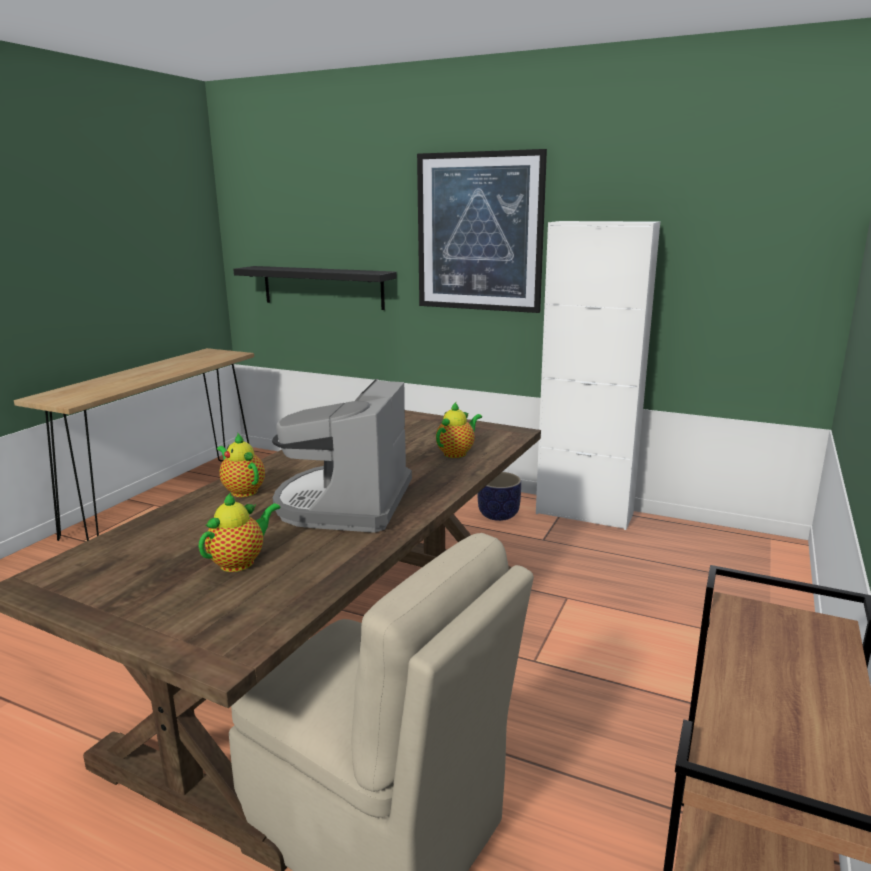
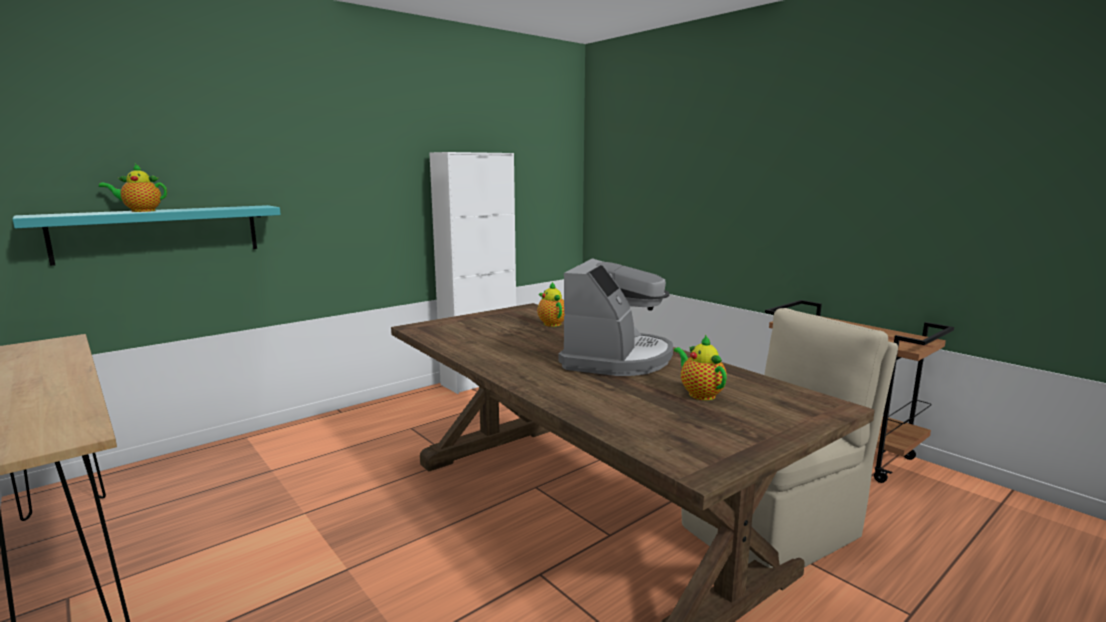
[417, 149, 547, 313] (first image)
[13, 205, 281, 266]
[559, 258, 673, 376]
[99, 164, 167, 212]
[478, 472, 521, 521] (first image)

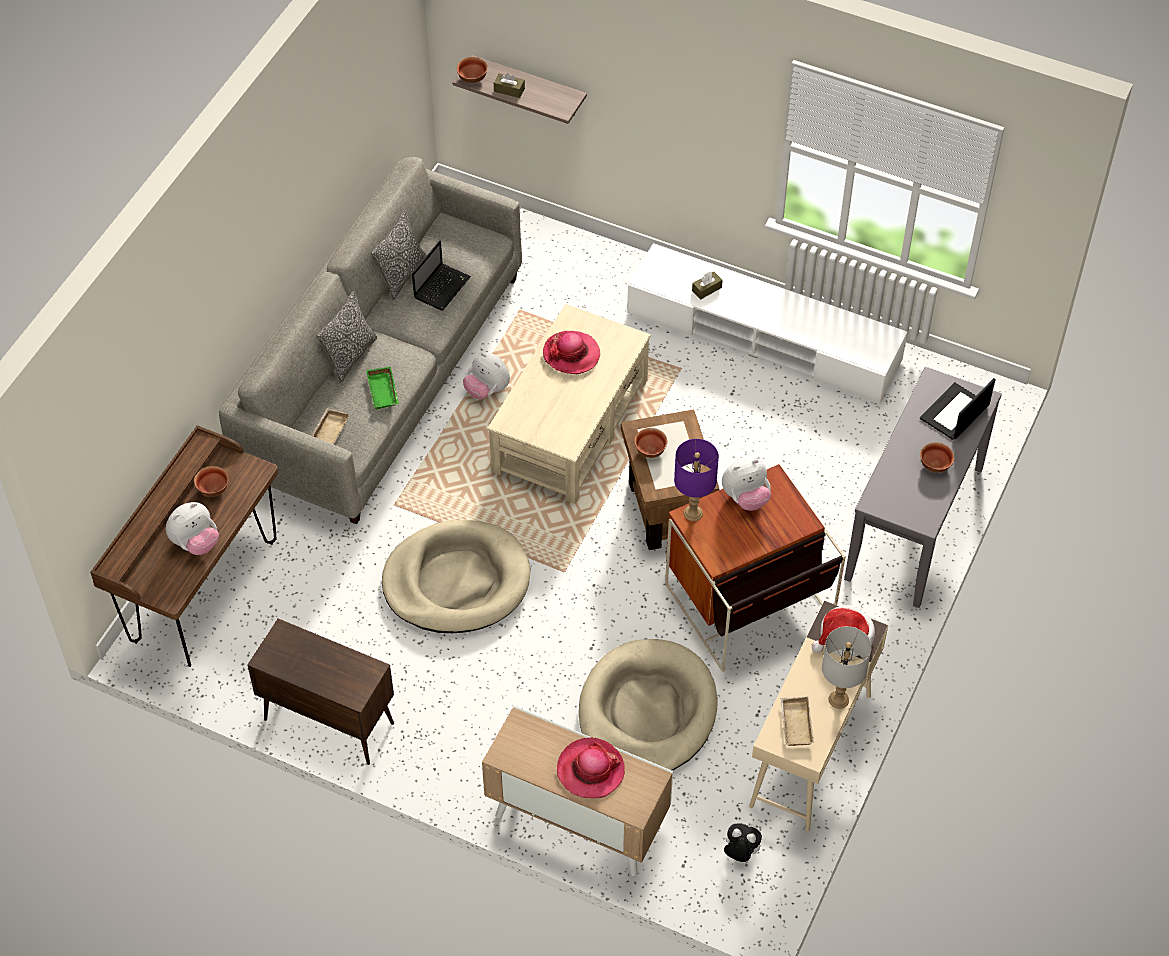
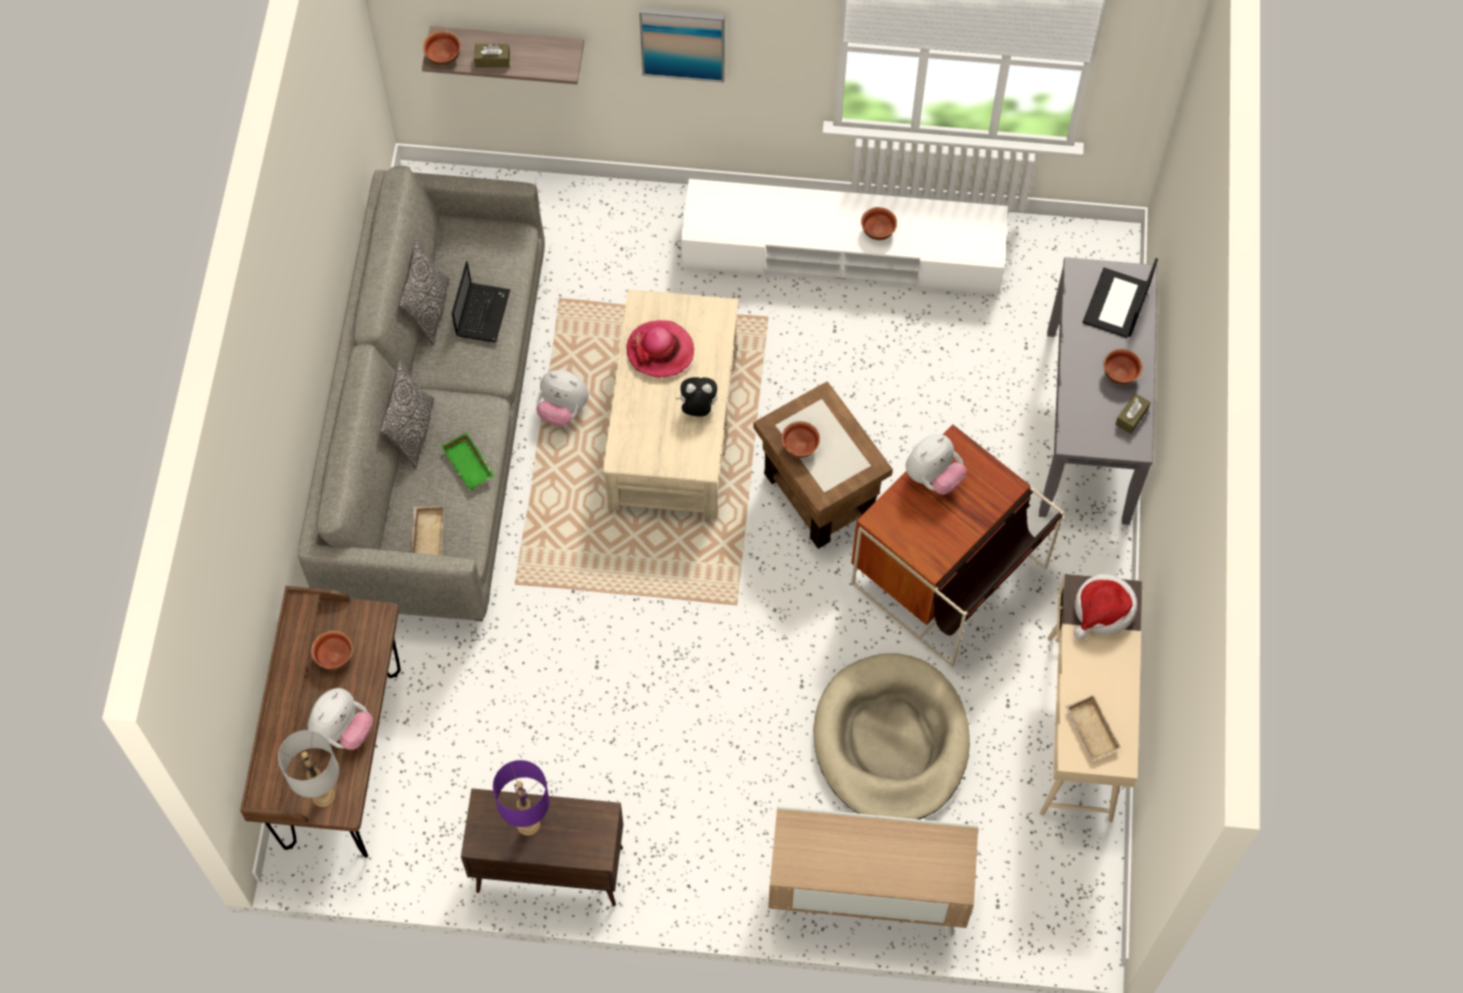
[1115, 393, 1151, 434]
[493, 760, 549, 836]
[382, 520, 531, 633] (first image)
[278, 730, 339, 807]
[557, 737, 625, 798] (first image)
[676, 377, 718, 416]
[639, 7, 725, 83]
[861, 207, 897, 240]

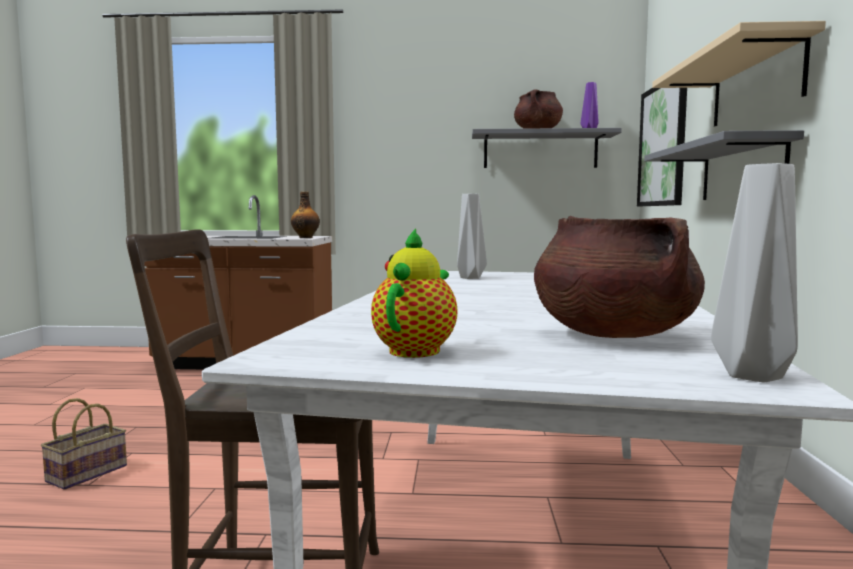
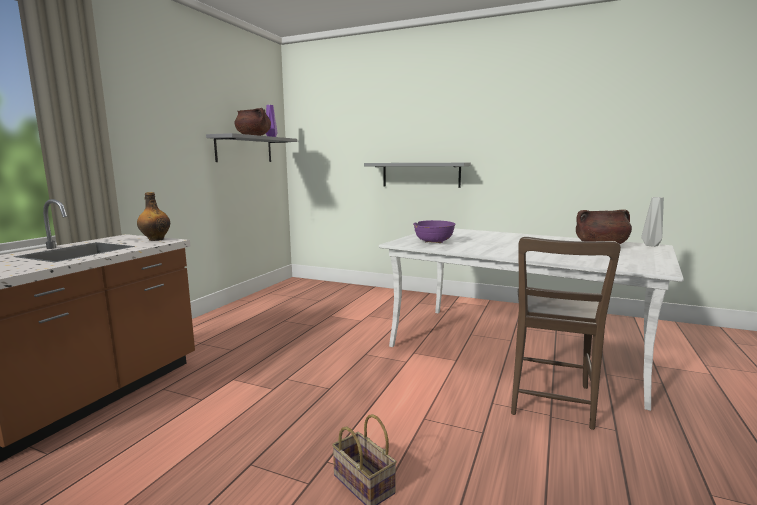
[652, 21, 826, 126] (first image)
[637, 88, 687, 206] (first image)
[413, 220, 456, 243]
[371, 228, 458, 358] (first image)

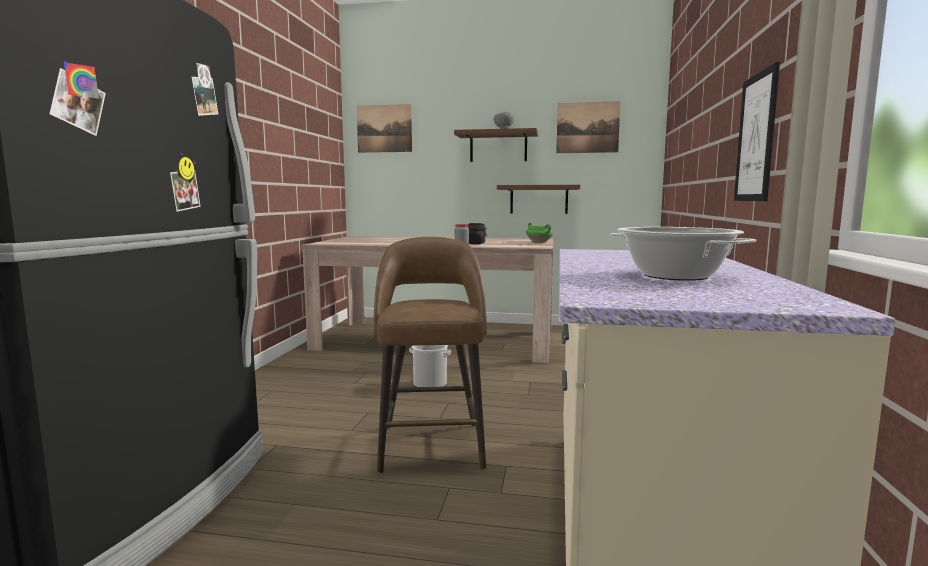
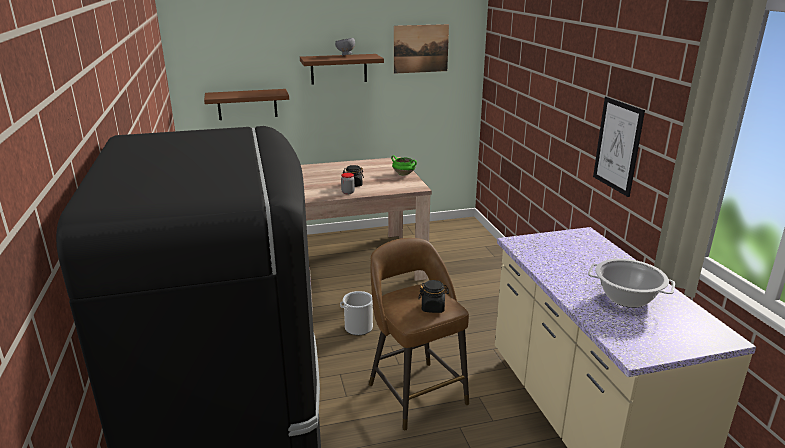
[357, 104, 412, 153] (first image)
[204, 89, 289, 120]
[419, 280, 449, 313]

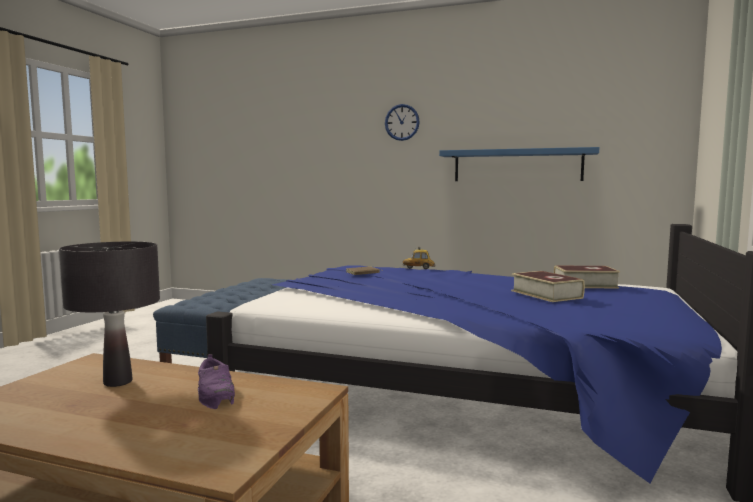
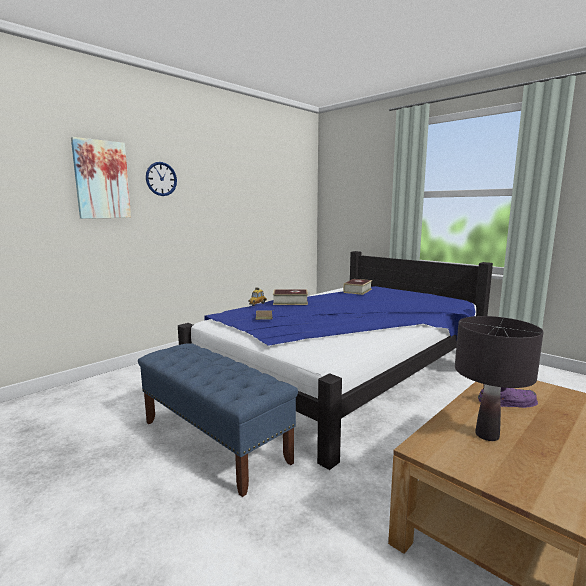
[439, 147, 599, 181] (first image)
[273, 289, 308, 305]
[71, 137, 131, 219]

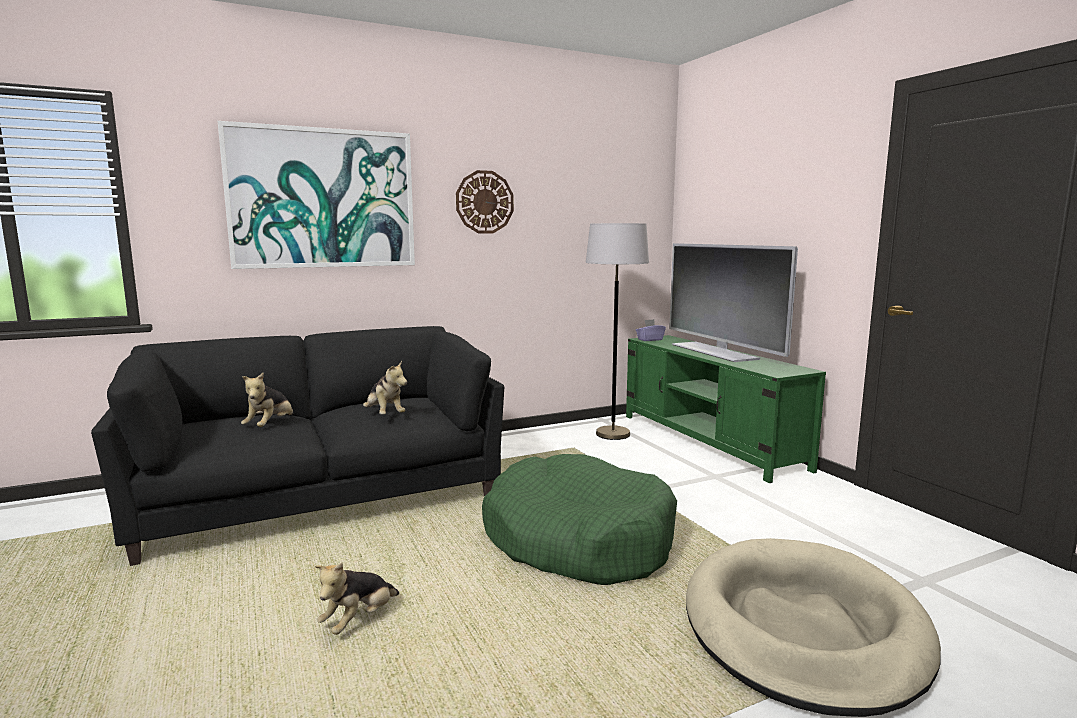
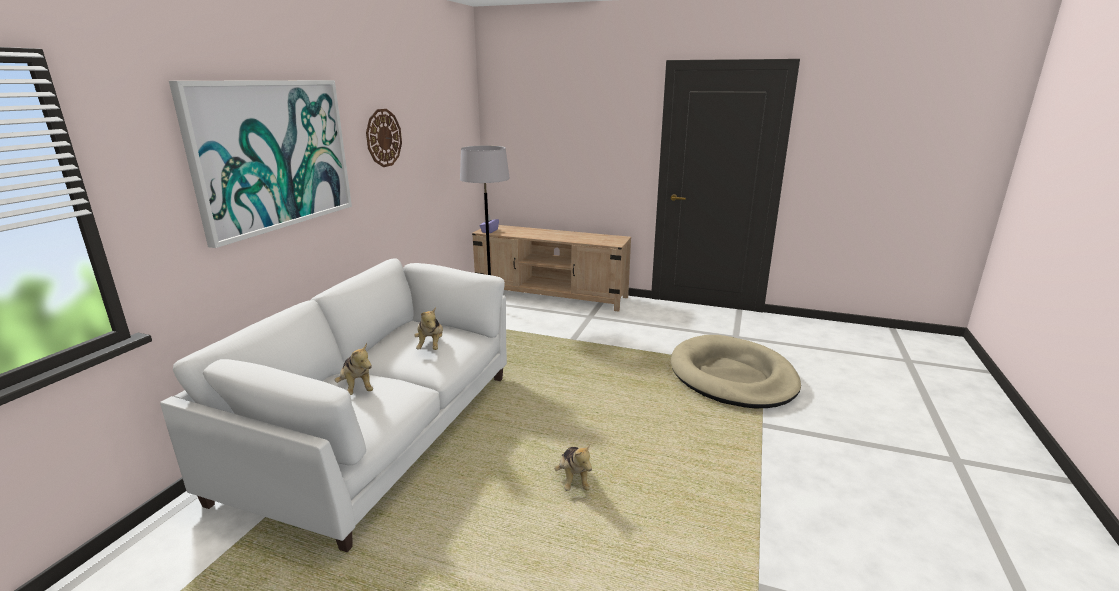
[669, 243, 798, 362] (first image)
[160, 258, 507, 552]
[472, 225, 631, 312]
[414, 307, 443, 350]
[482, 454, 677, 585] (first image)

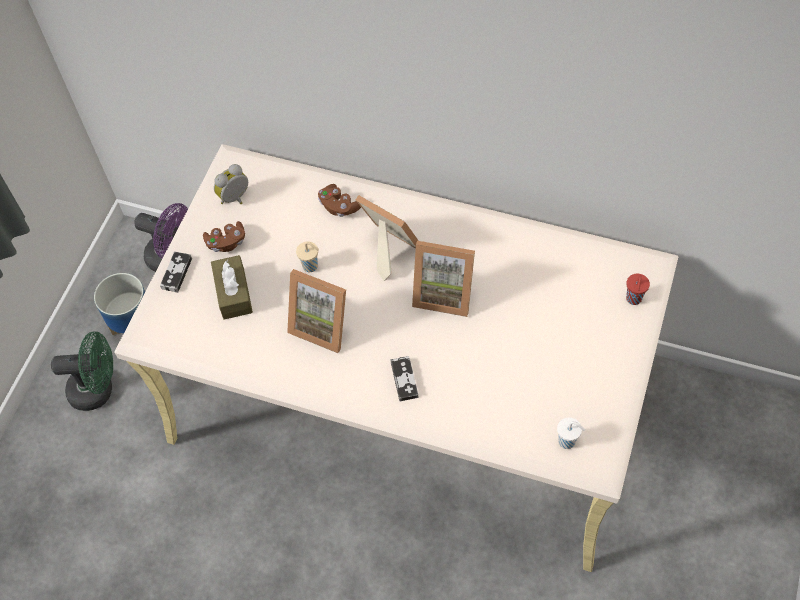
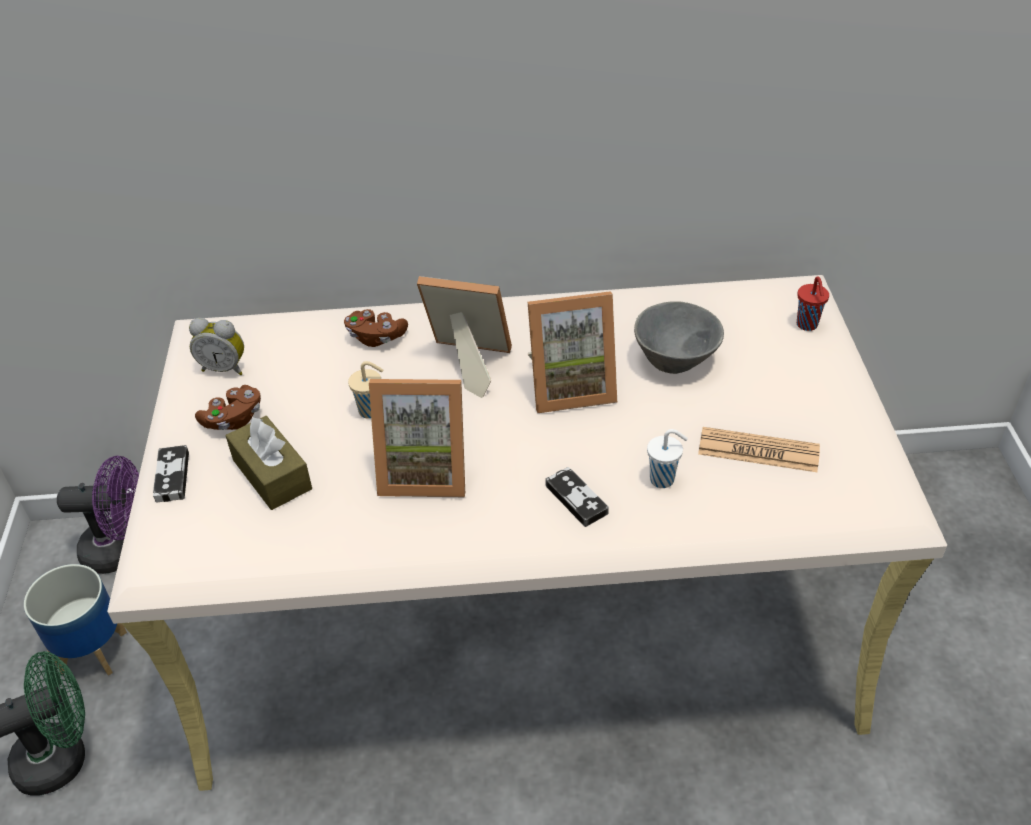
[189, 318, 244, 375]
[647, 429, 688, 488]
[634, 301, 724, 374]
[698, 427, 820, 472]

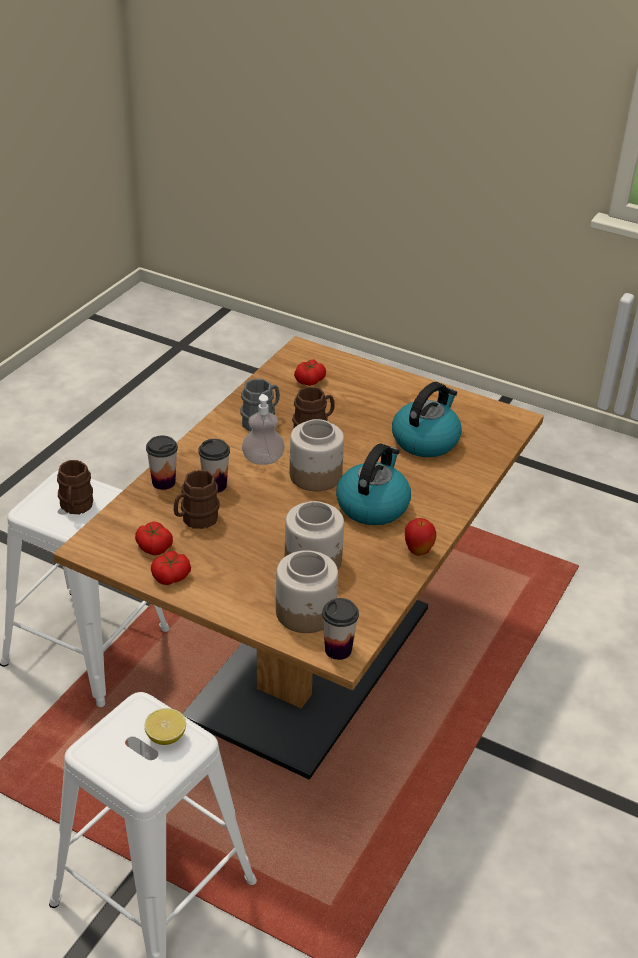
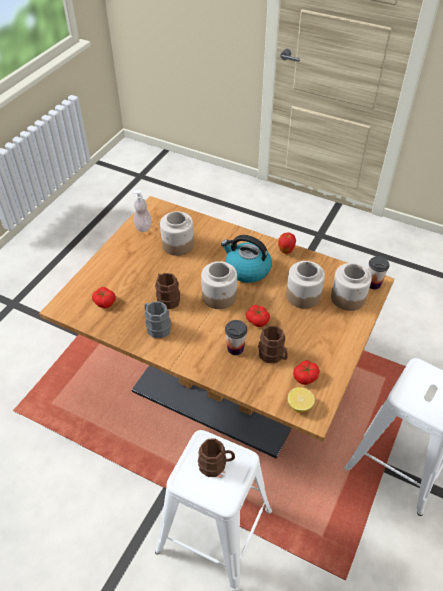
[160, 211, 194, 256]
[133, 190, 151, 232]
[146, 435, 178, 490] (first image)
[246, 305, 270, 327]
[288, 387, 315, 412]

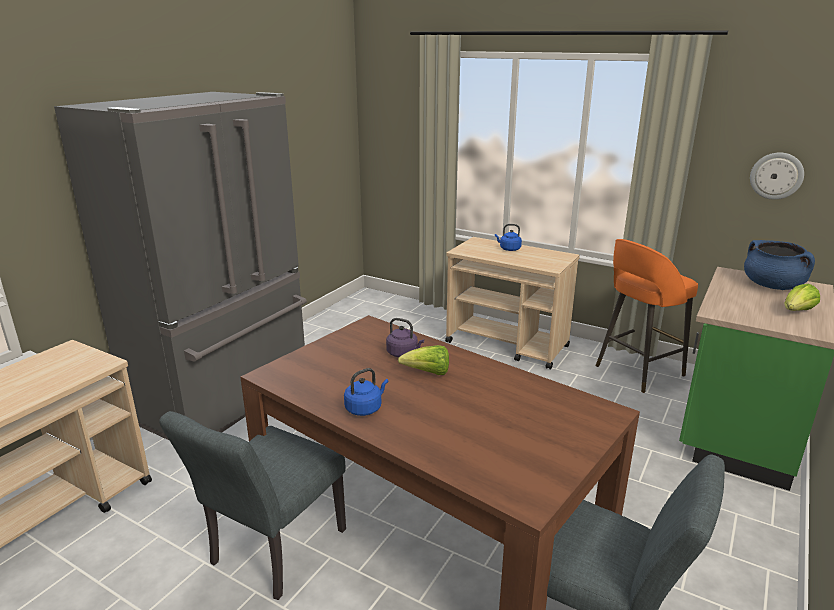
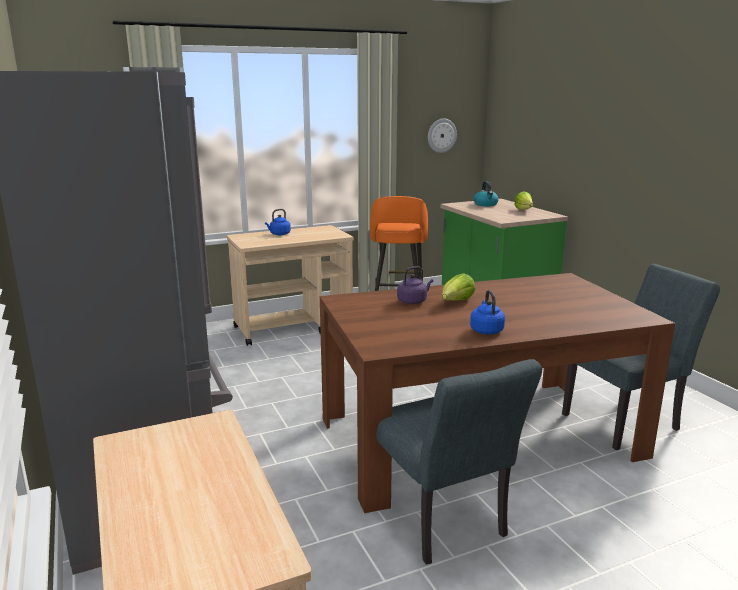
[474, 181, 499, 206]

